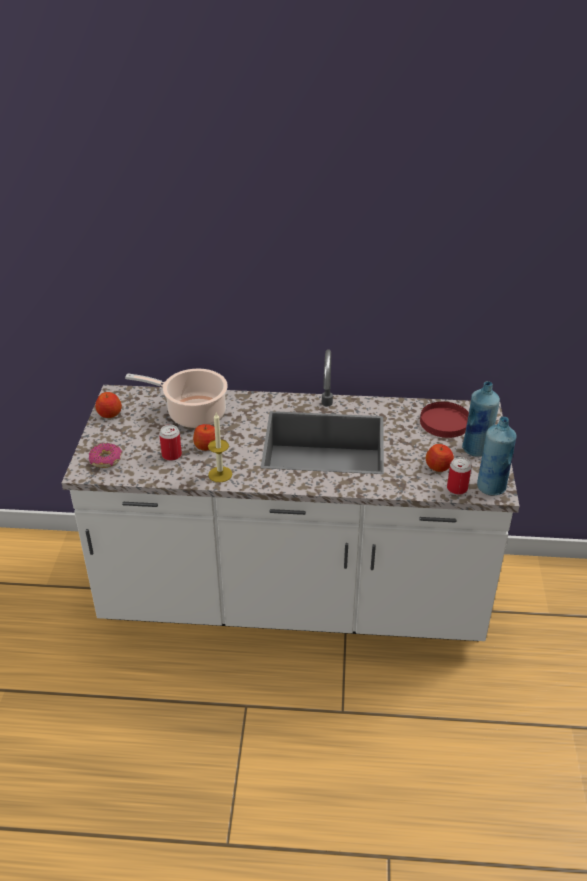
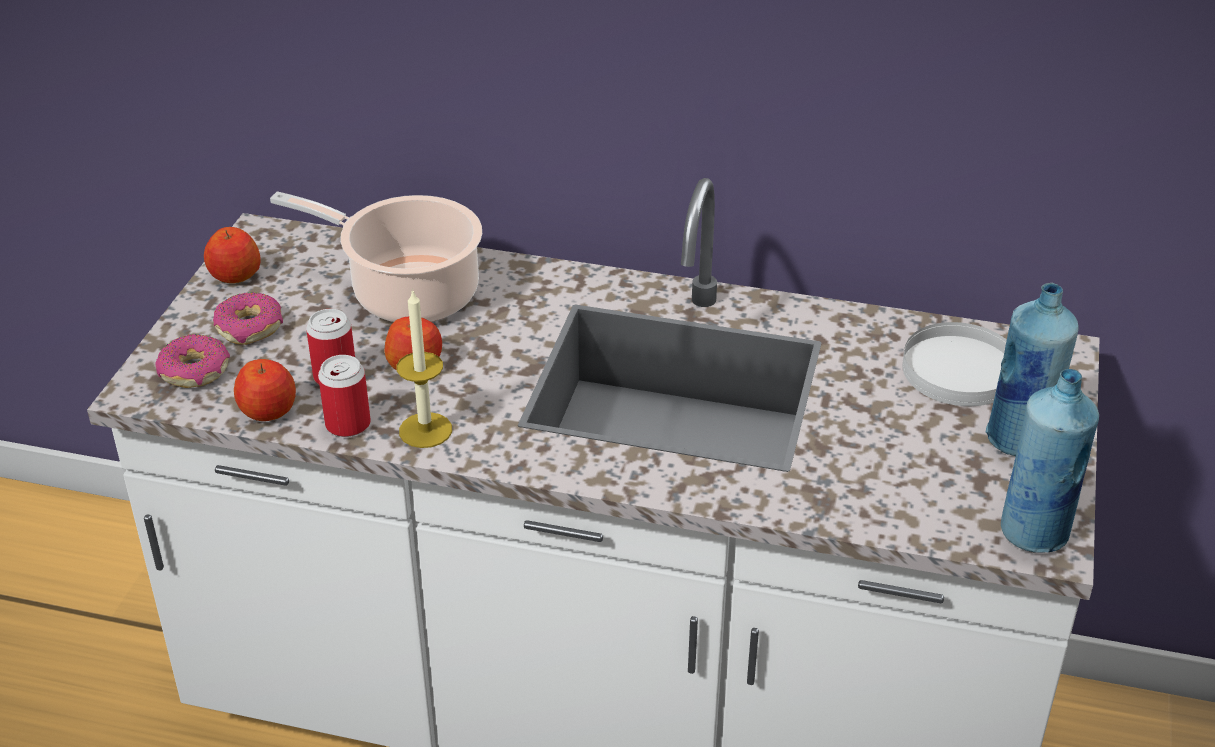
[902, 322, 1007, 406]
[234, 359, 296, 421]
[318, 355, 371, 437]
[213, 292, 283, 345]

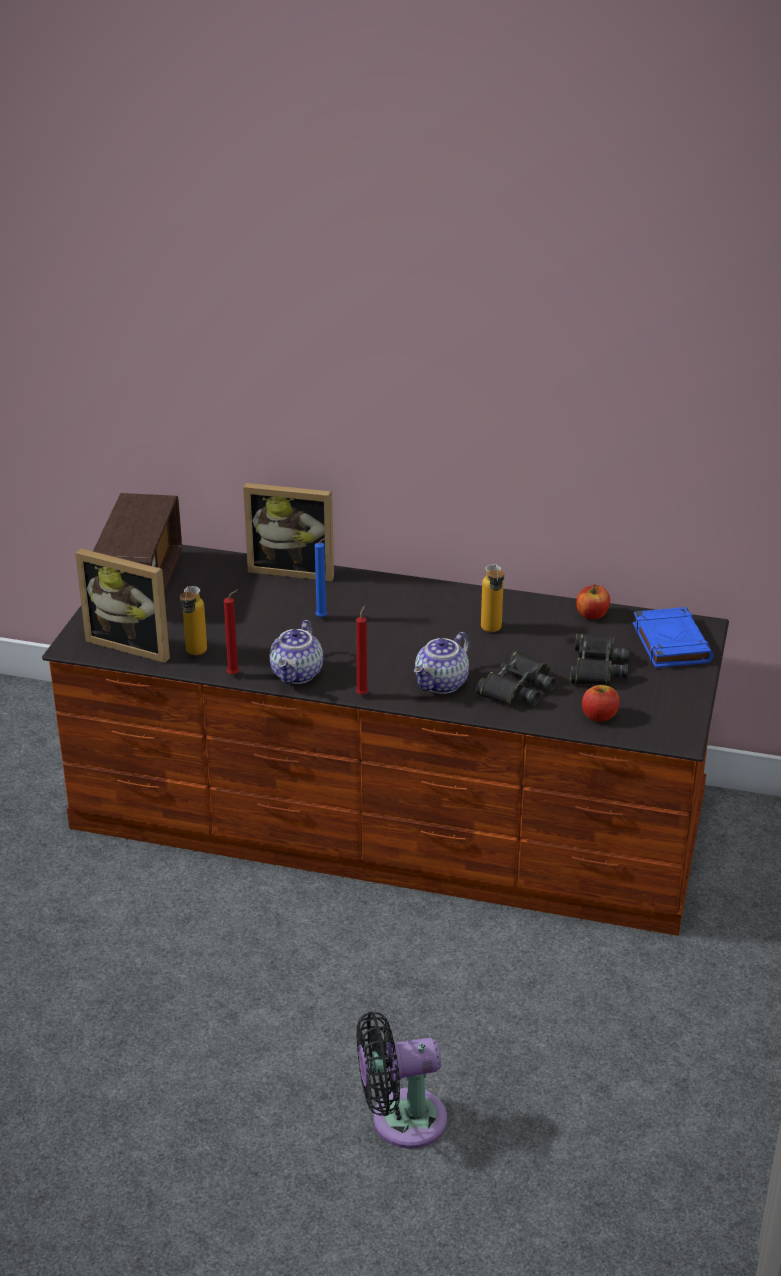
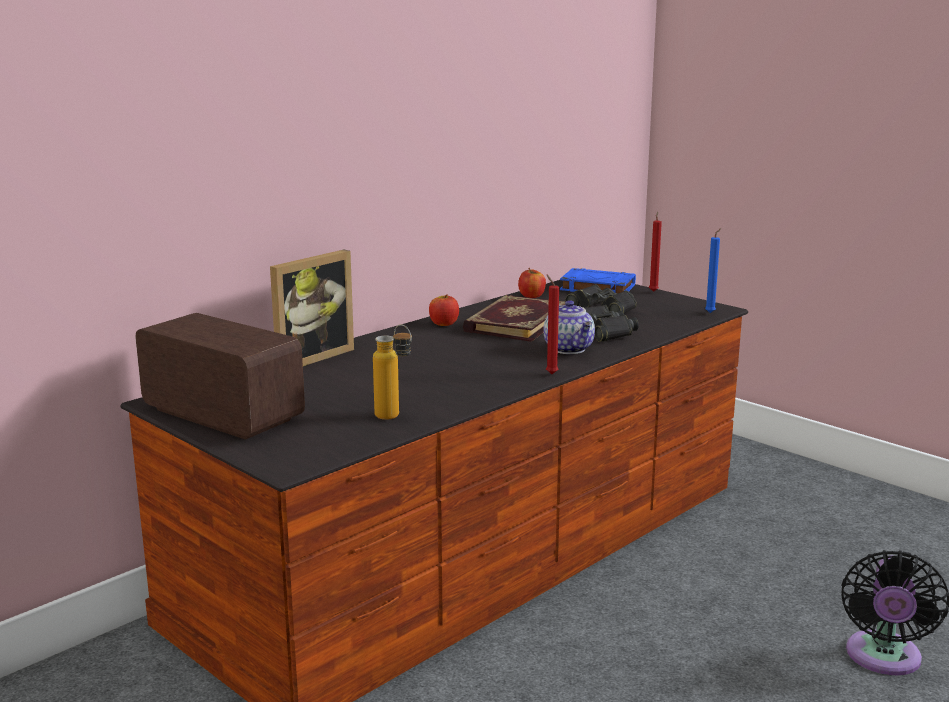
[705, 228, 721, 313]
[75, 549, 170, 663] (first image)
[463, 295, 566, 342]
[649, 212, 662, 292]
[270, 620, 323, 684] (first image)
[429, 294, 459, 326]

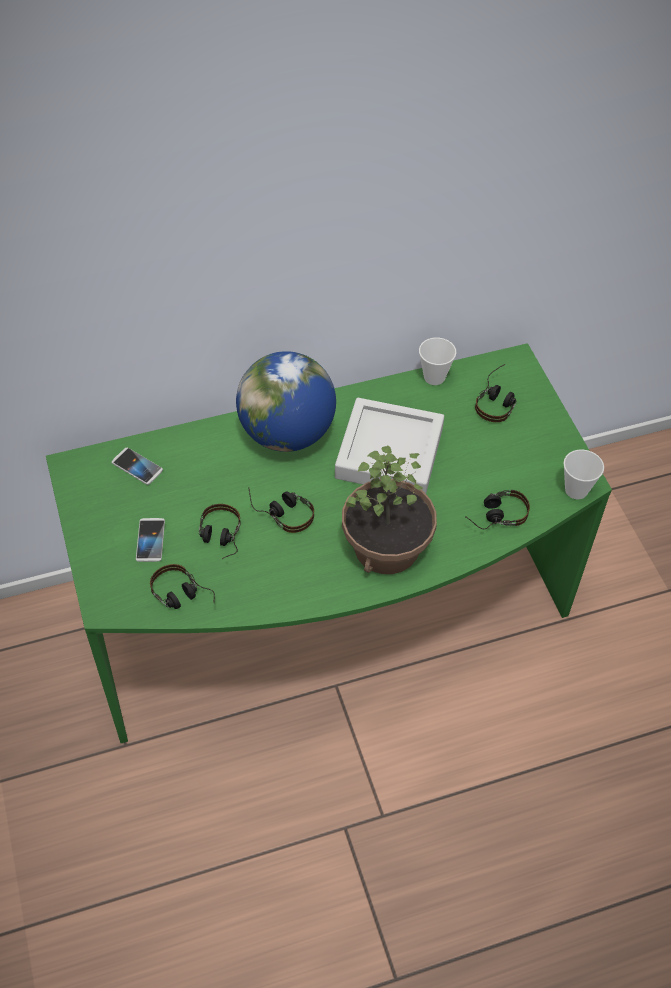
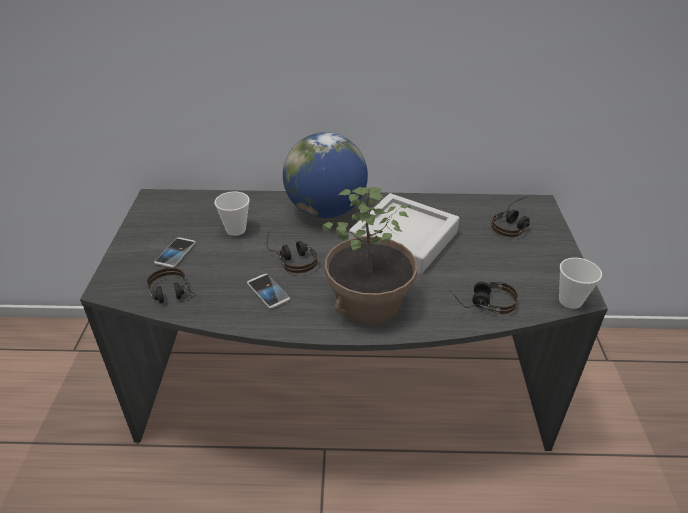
[214, 191, 250, 236]
[80, 189, 608, 451]
[247, 274, 290, 309]
[199, 504, 241, 559] (first image)

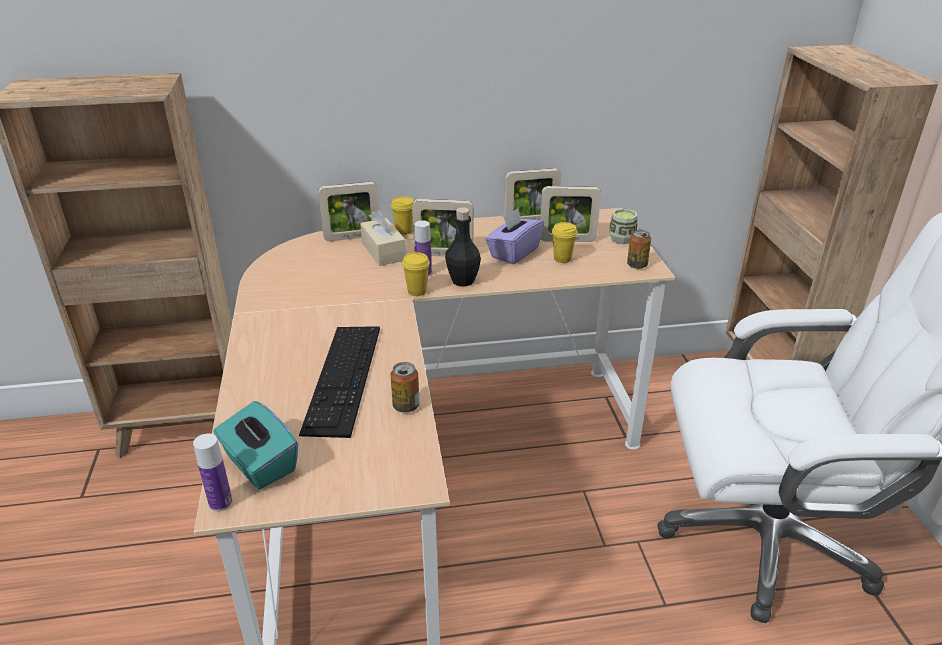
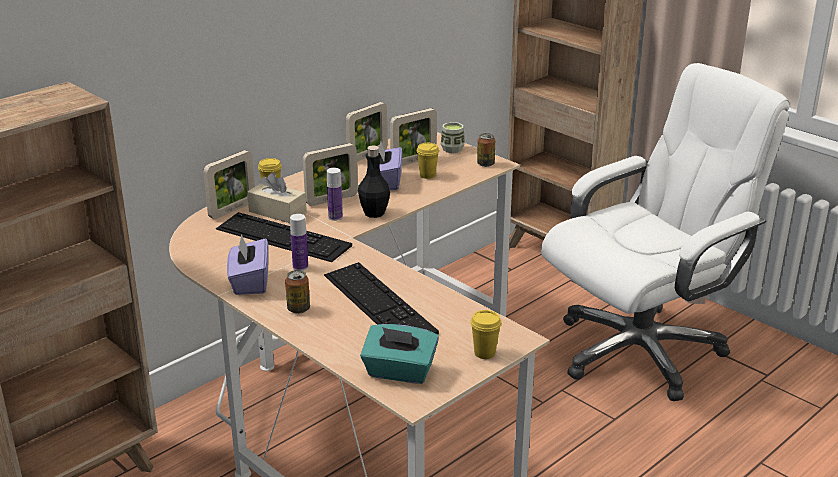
[470, 310, 502, 359]
[285, 270, 310, 314]
[290, 214, 308, 271]
[216, 212, 352, 262]
[227, 234, 268, 295]

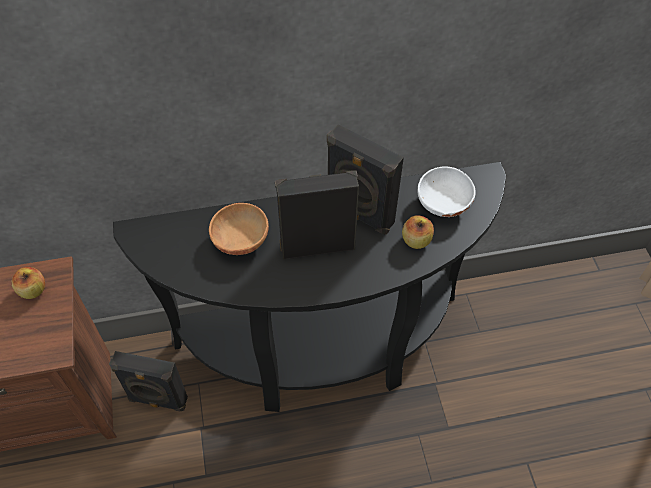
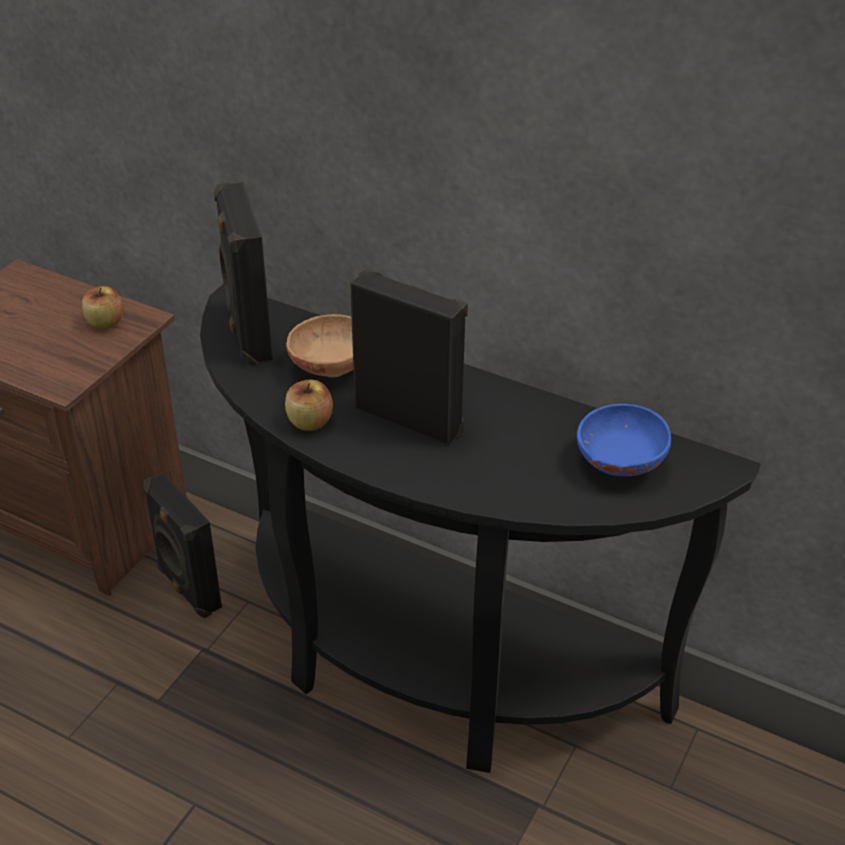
[214, 182, 273, 366]
[577, 404, 671, 476]
[285, 380, 333, 431]

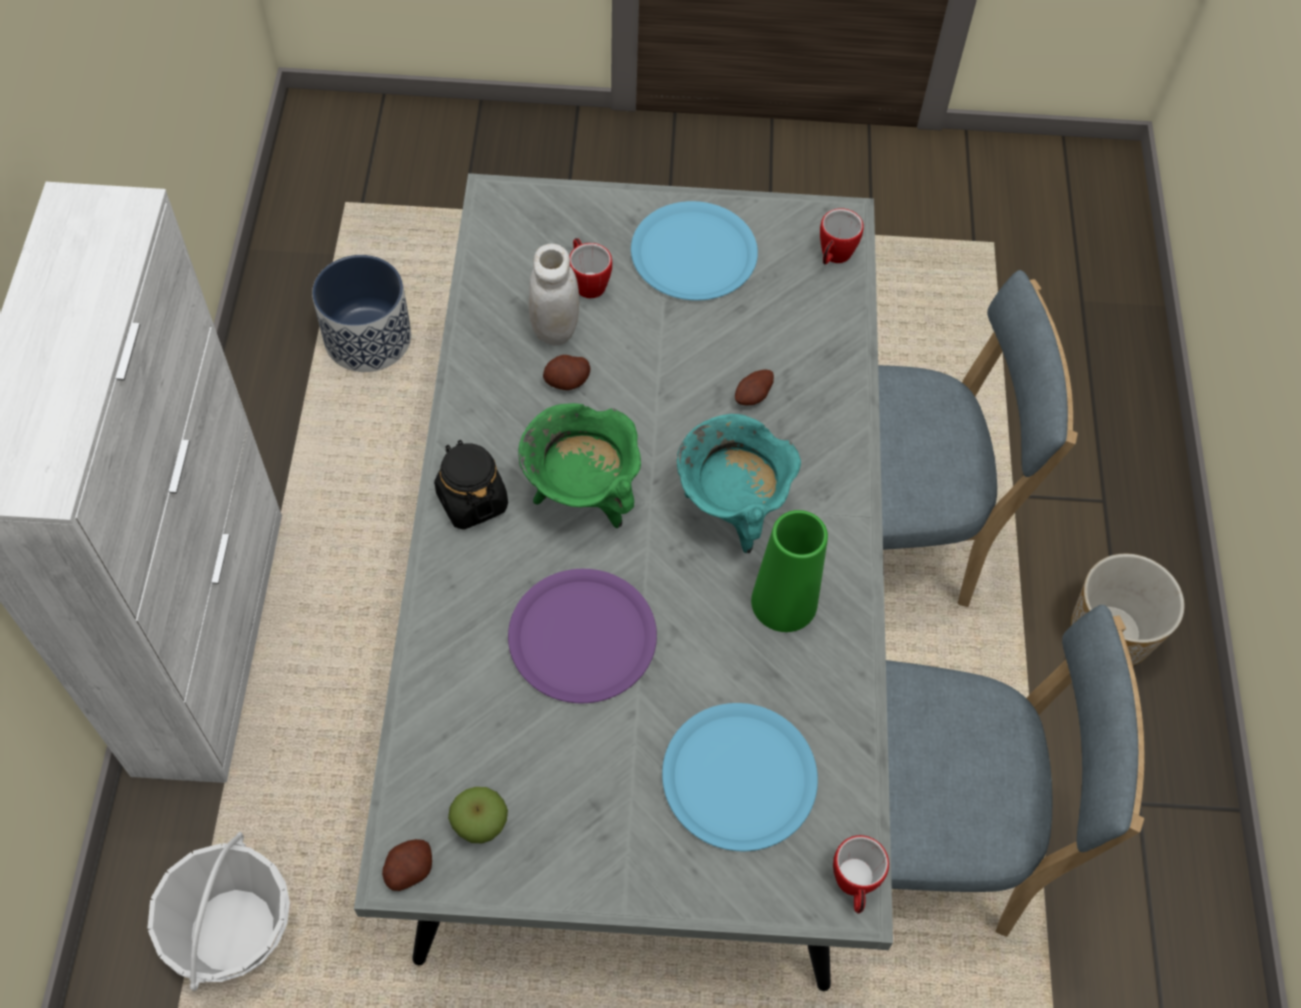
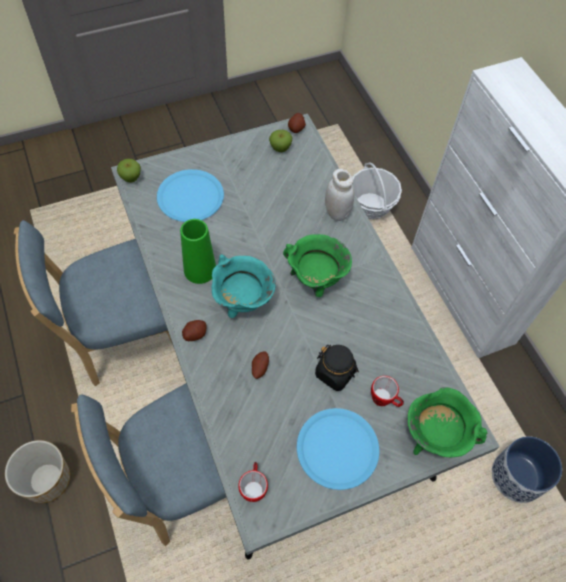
[325, 169, 354, 221]
[182, 320, 207, 341]
[315, 345, 359, 391]
[508, 569, 657, 703] (first image)
[117, 159, 141, 182]
[408, 387, 487, 457]

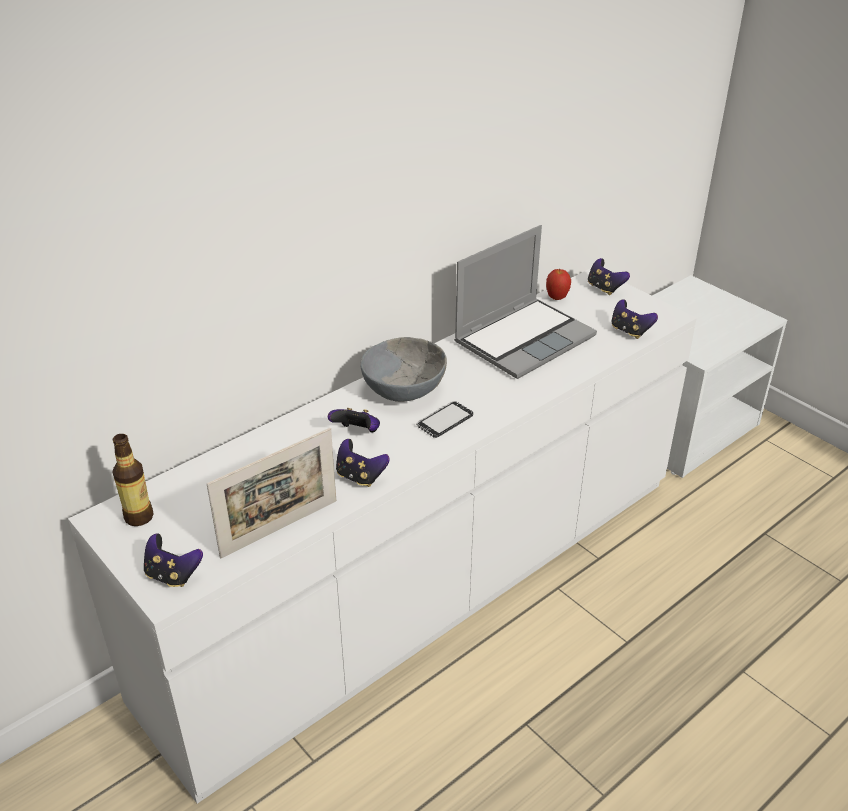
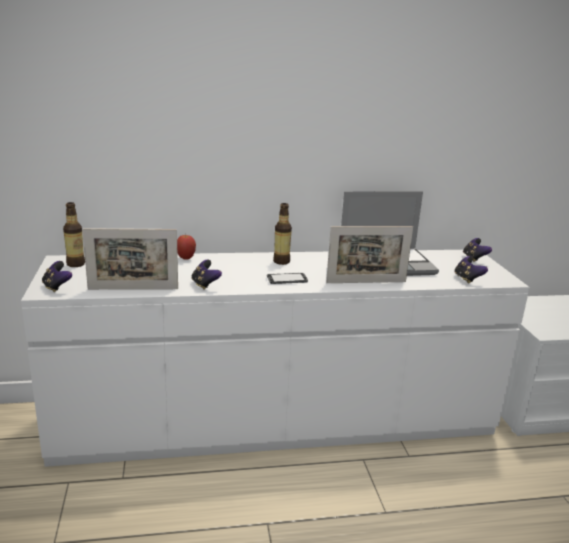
[177, 235, 196, 260]
[273, 203, 292, 265]
[328, 408, 380, 433] (first image)
[326, 226, 413, 283]

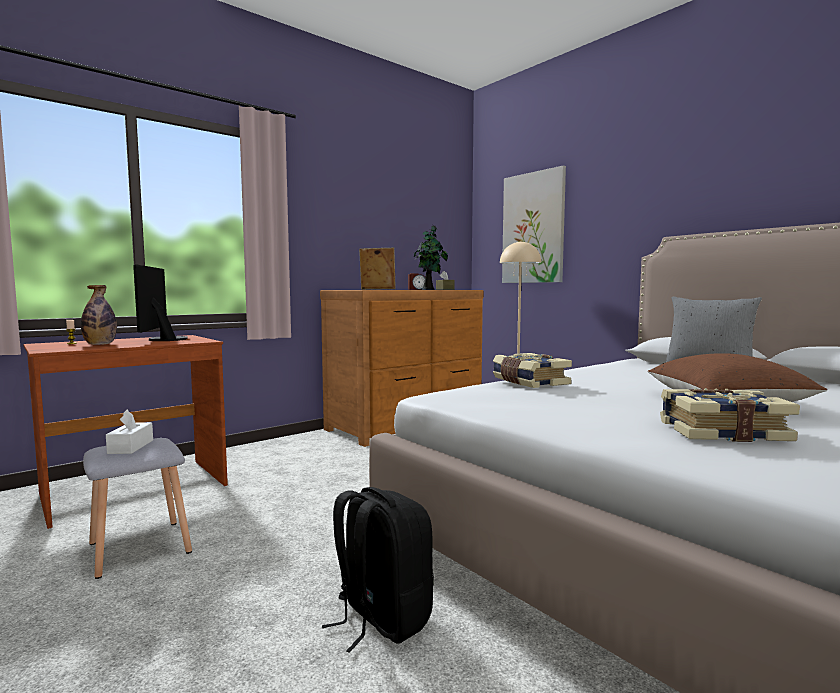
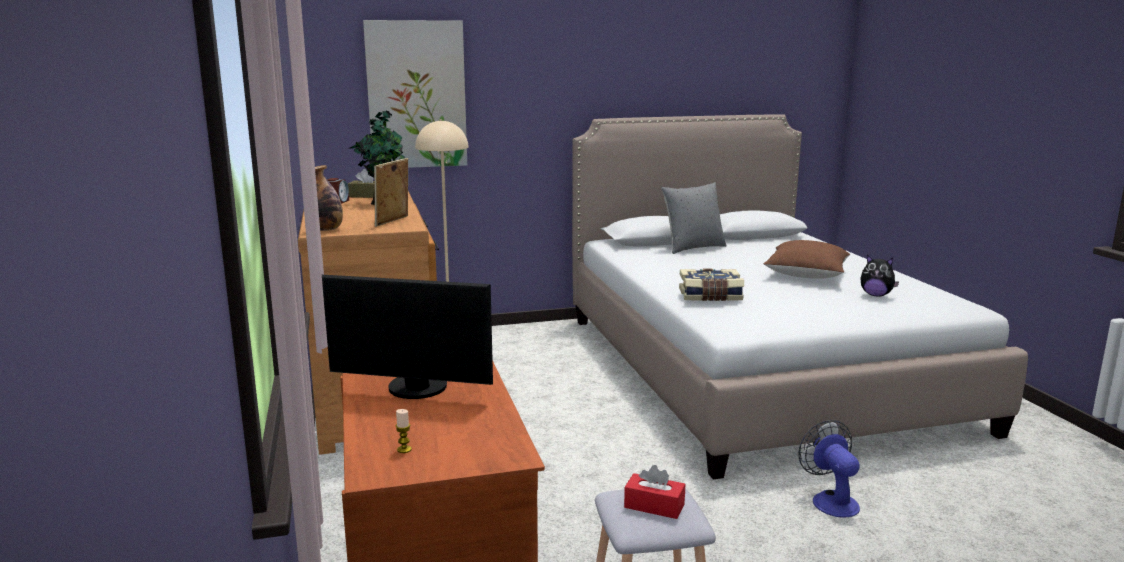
[315, 165, 343, 231]
[860, 255, 899, 297]
[624, 465, 685, 519]
[799, 420, 860, 518]

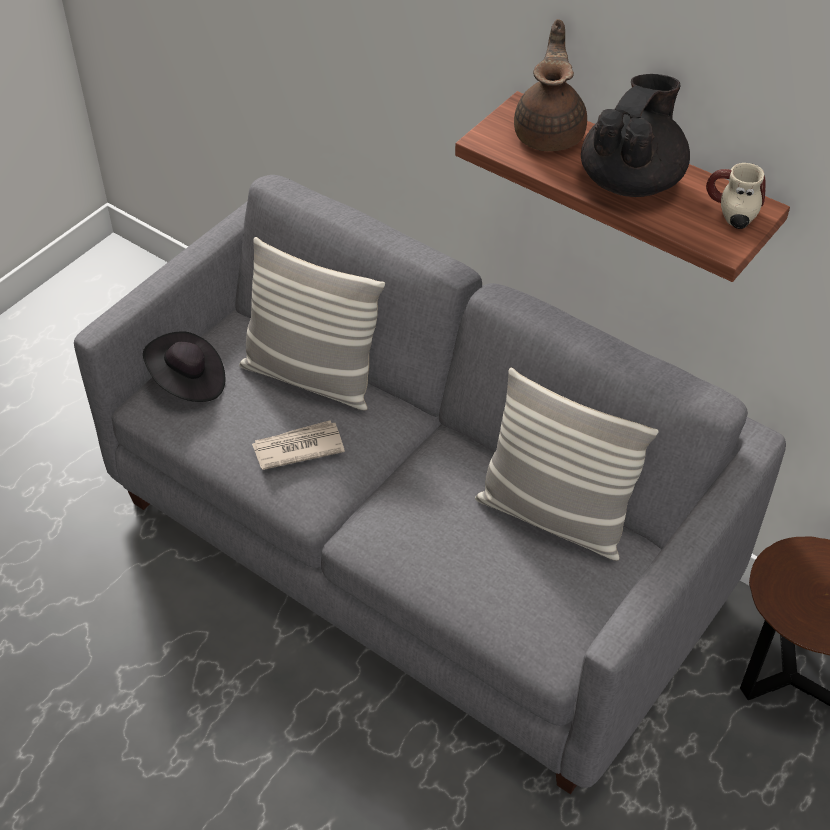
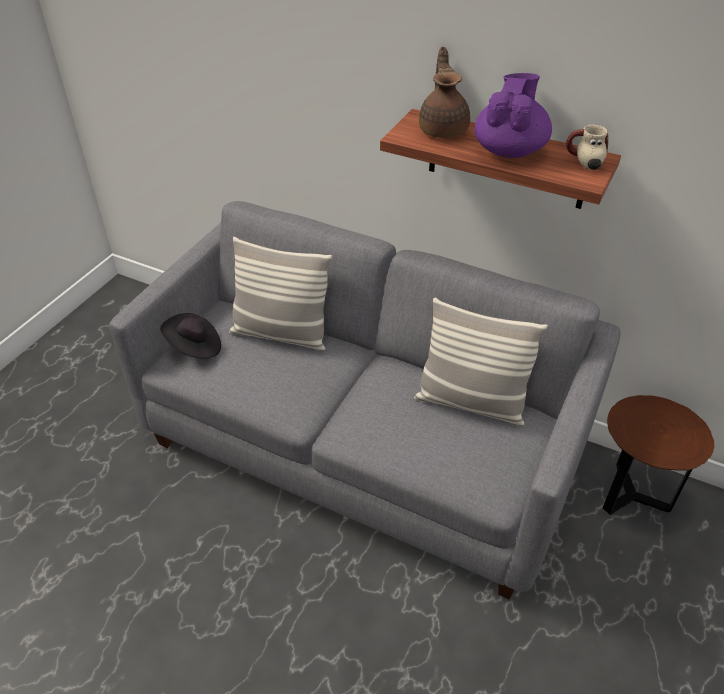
[475, 73, 552, 158]
[252, 420, 345, 470] (first image)

